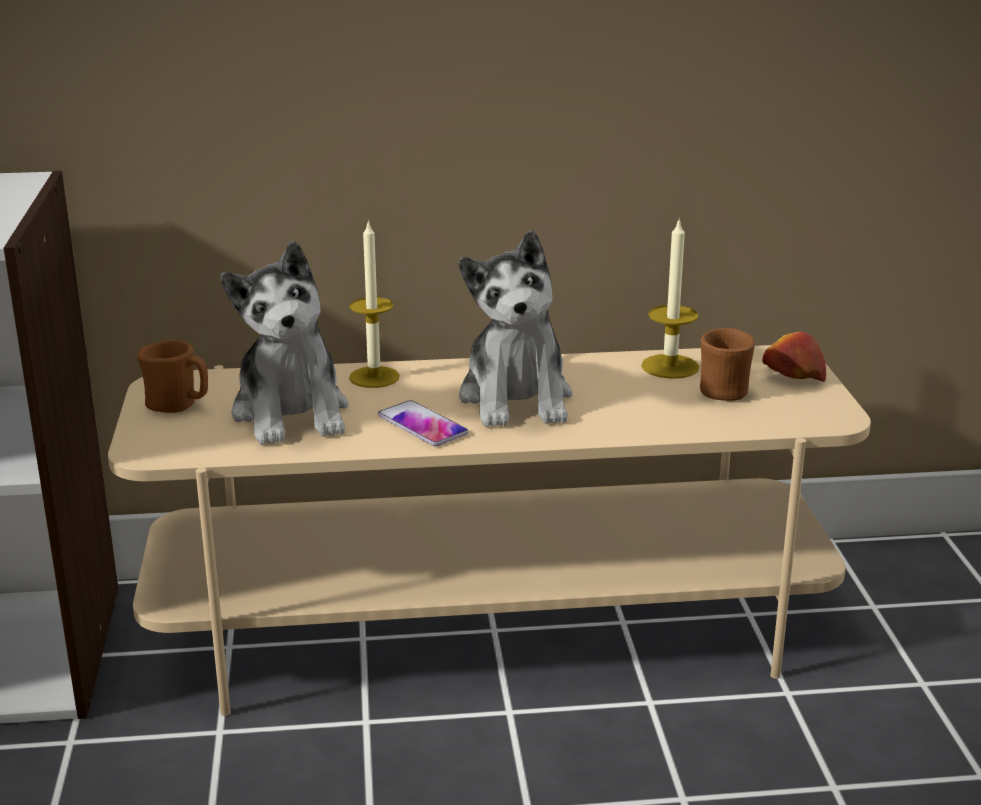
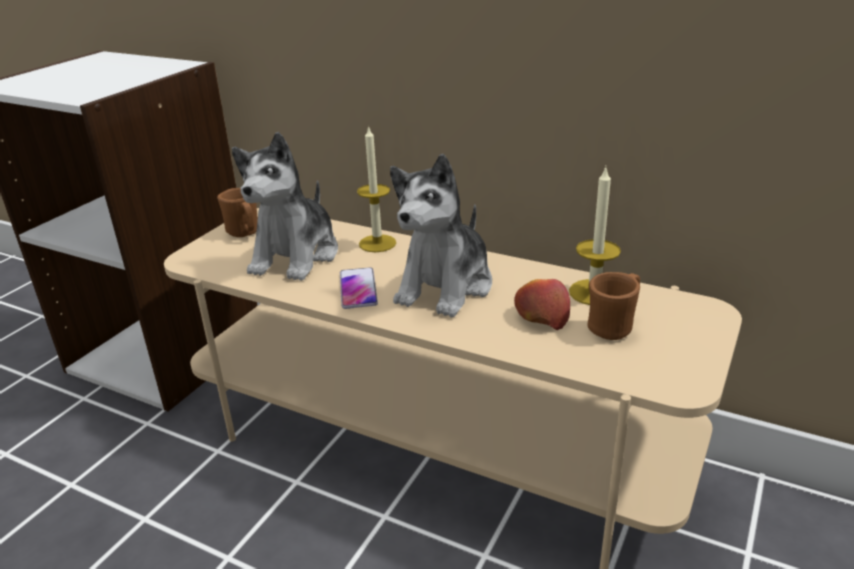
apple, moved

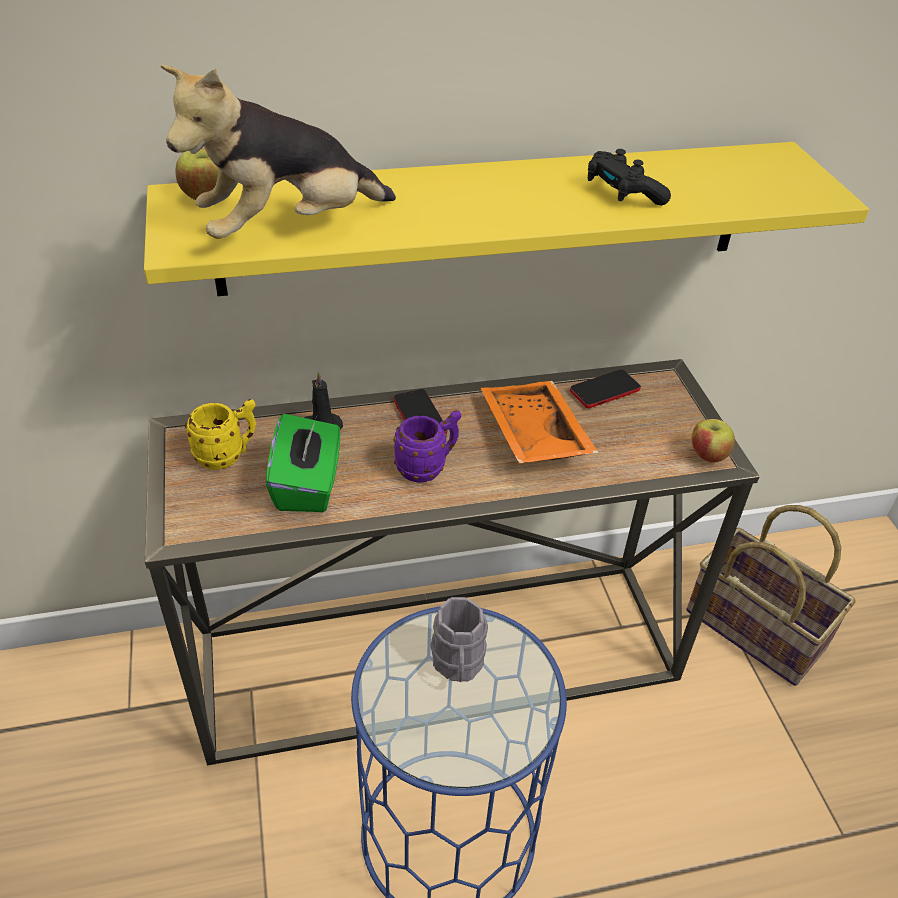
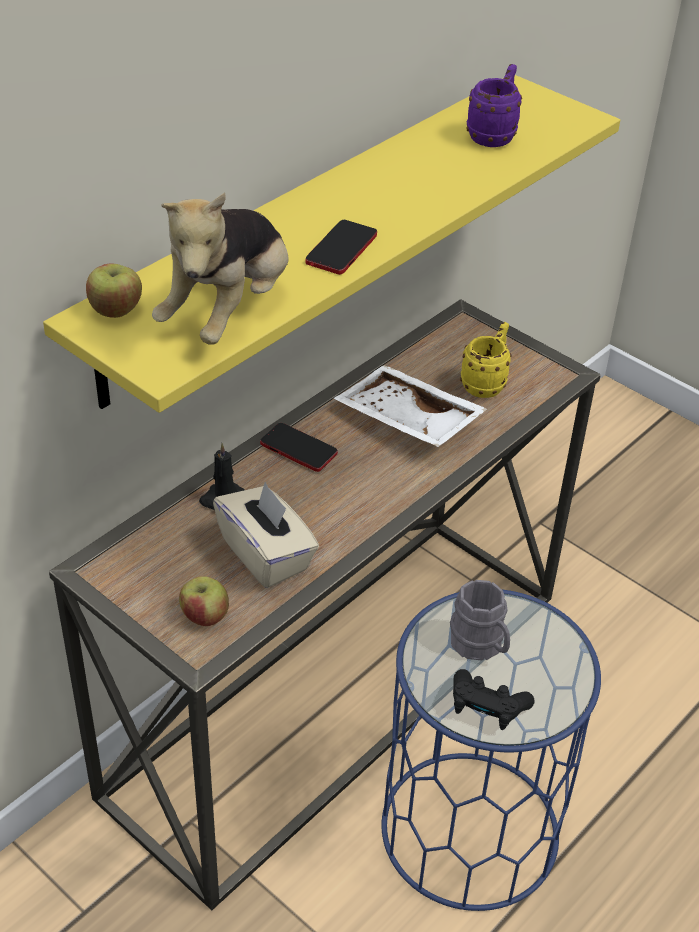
black game controller, moved
handset (2nd from left), moved
orangey tray → white-coloured tray
yellow tea mug, moved
purple-coloured tea mug, moved
green-coloured tissue box → beige-coloured tissue box
apple (2nd from left), moved
storage basket → -

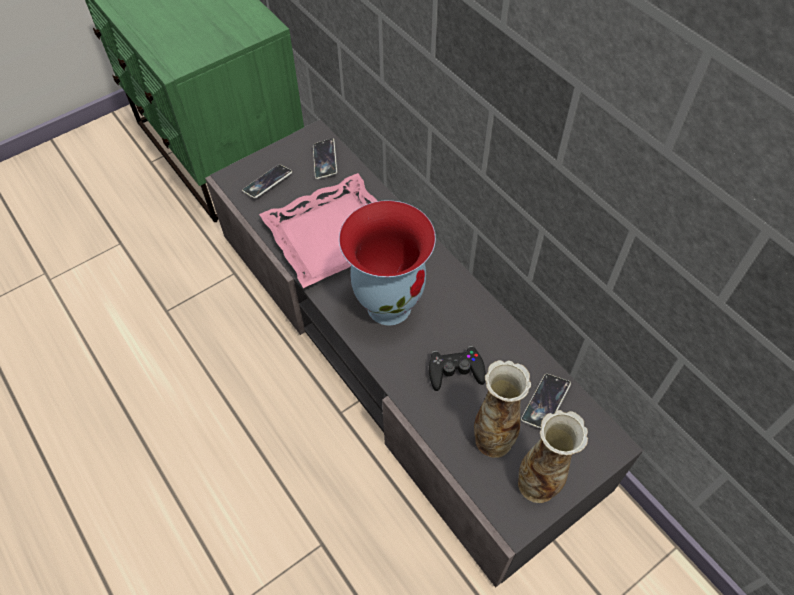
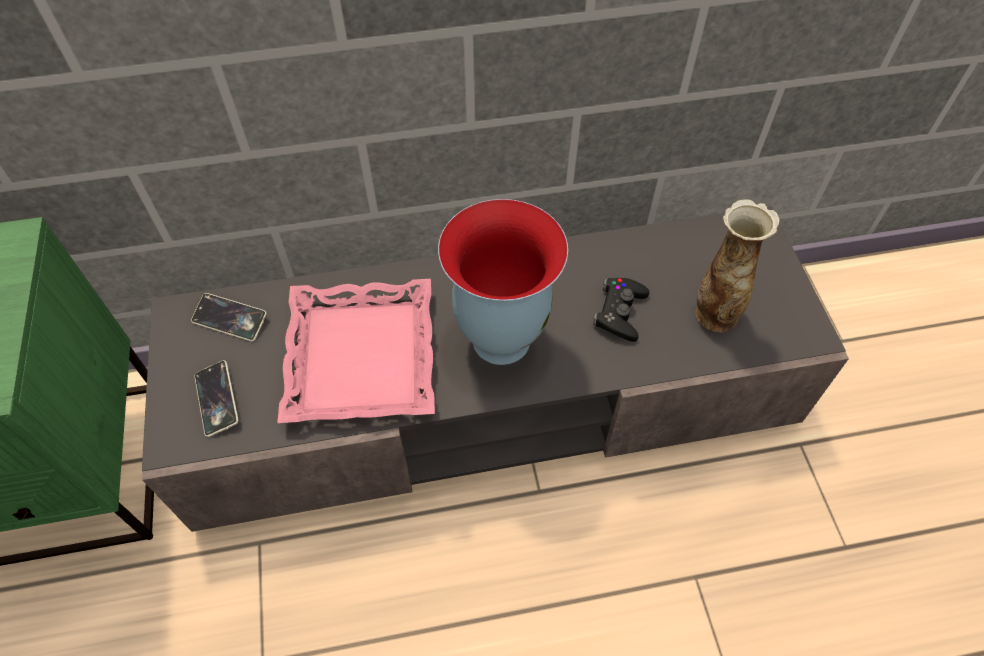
handset (3rd from left) → -
decorative vase (3rd from left) → -

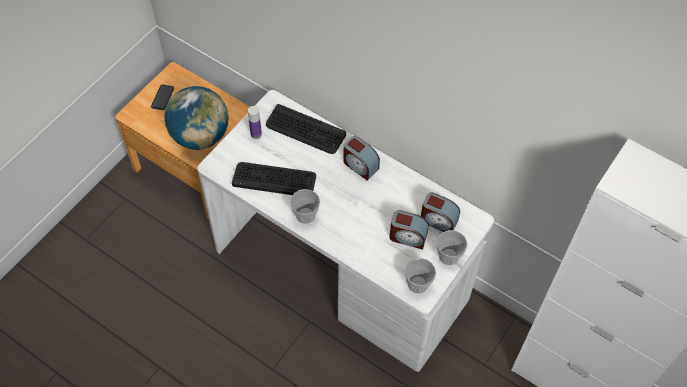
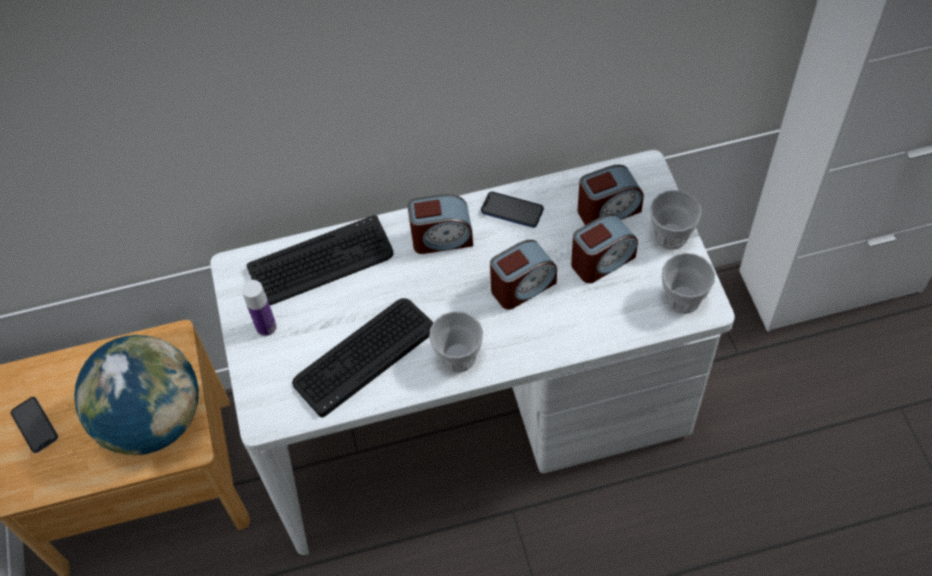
- → handset (2nd from left)
- → table clock (2nd from left)

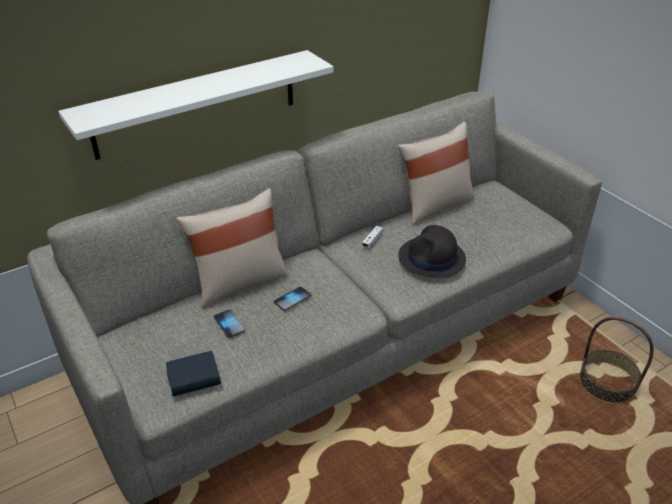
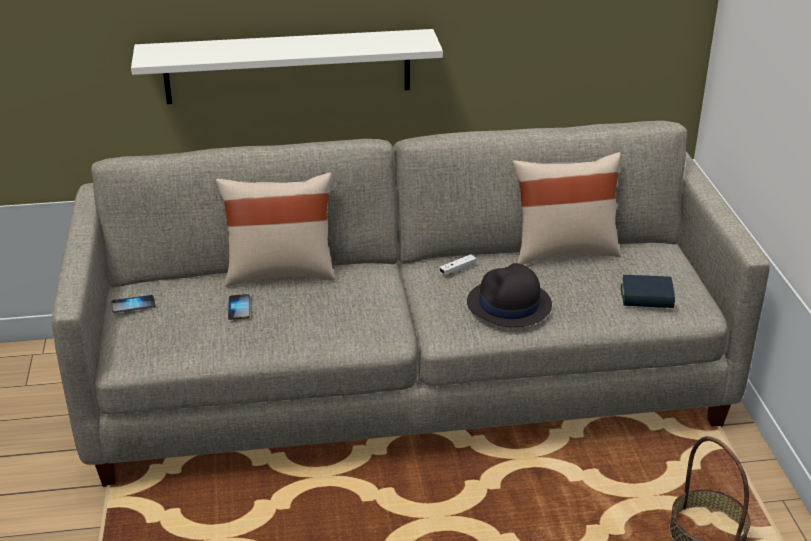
handset (2nd from left in the first image) → handset (1st from left), moved
bound book, moved

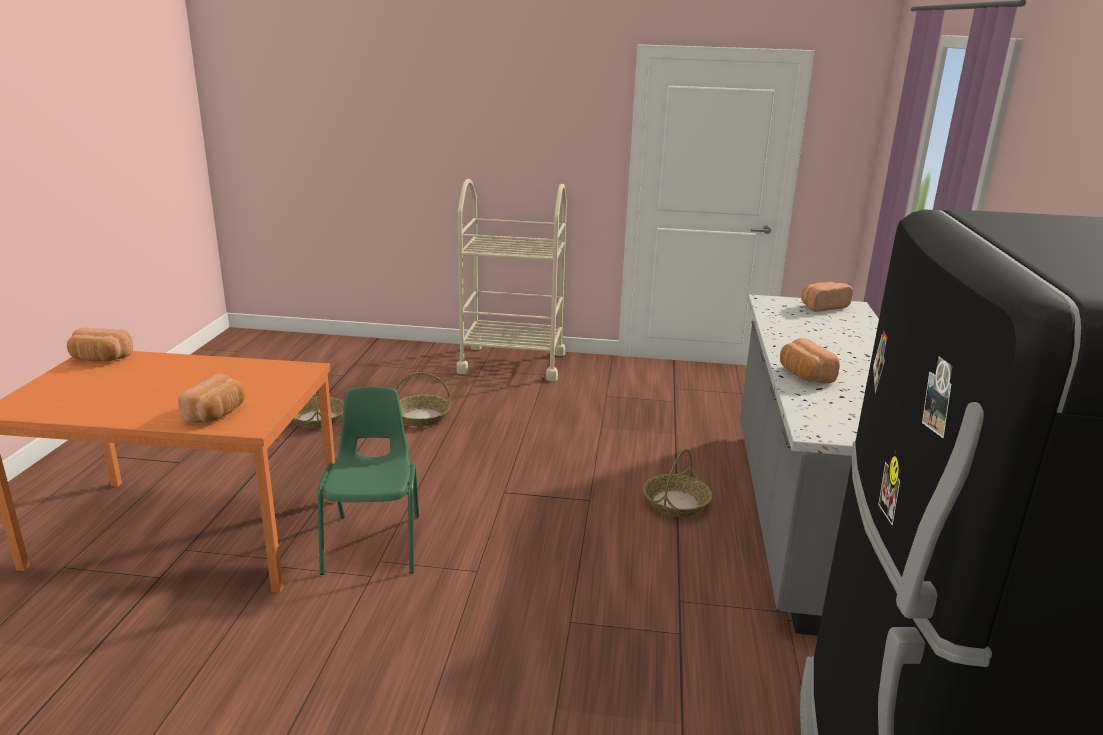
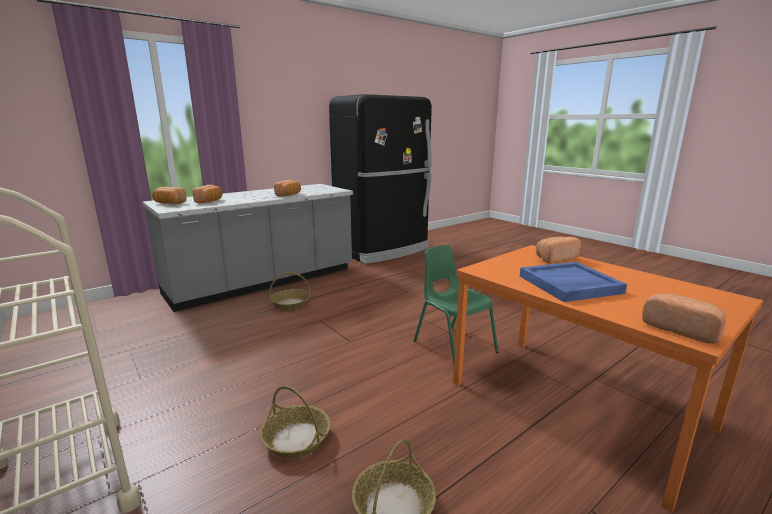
green-coloured upright chair, 105 degrees clockwise
- → bread (2nd from left)
- → bluish tray

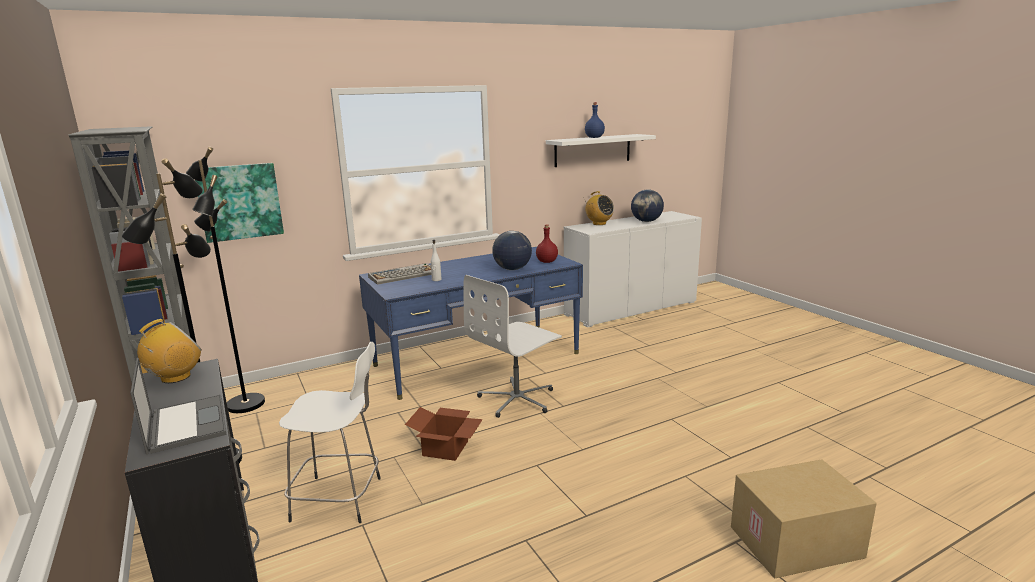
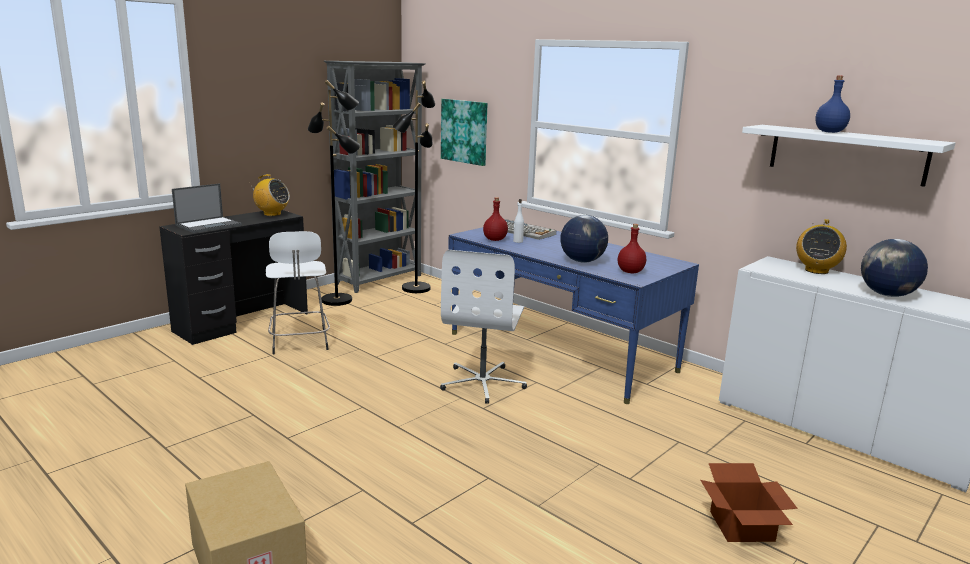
white-coloured desk chair, 105 degrees counterclockwise
packing box (1st from left in the first image) → packing box (2nd from left), moved
- → red-coloured bottle (1st from left)

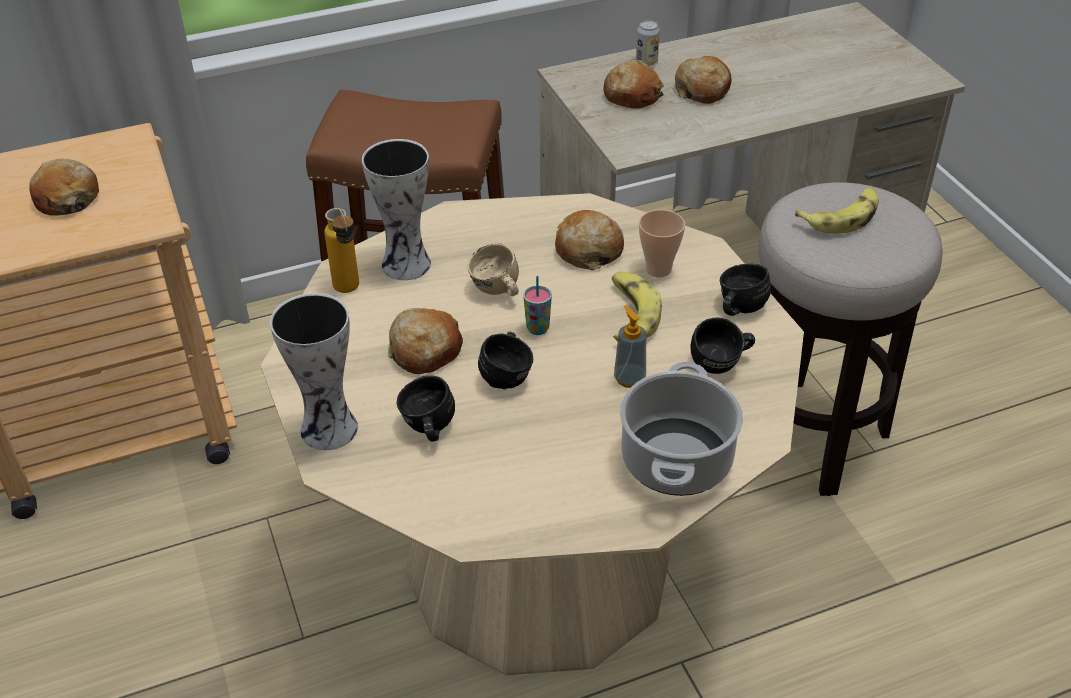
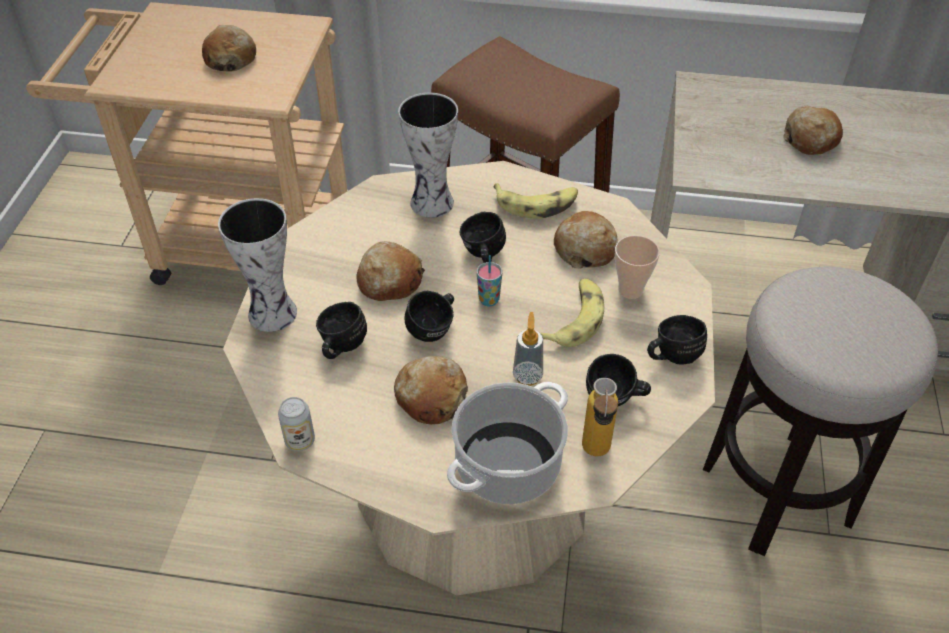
sealed can, moved
bread (4th from left in the first image) → bread (3rd from left), moved
whole banana (2nd from left in the first image) → whole banana (1st from left), moved
bottle, moved
beige-coloured tea mug → black tea mug (3rd from left)

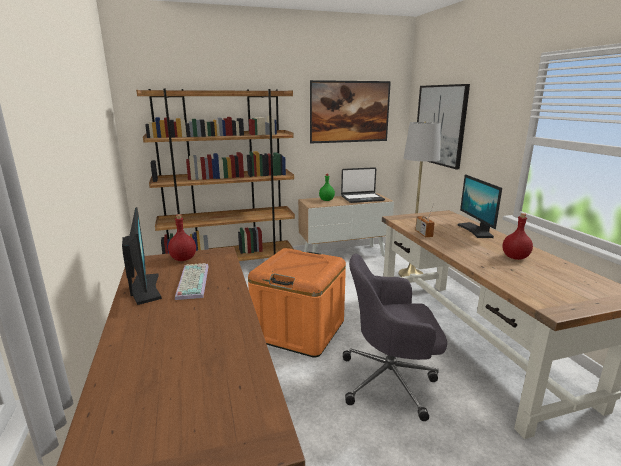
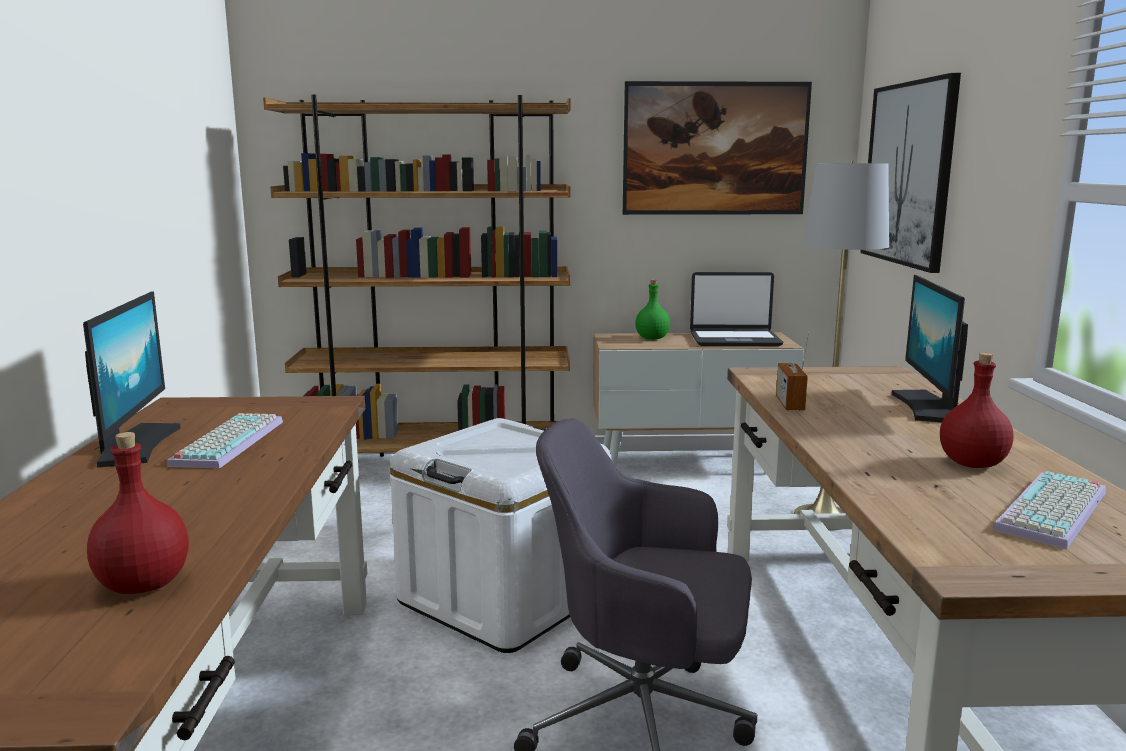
red-coloured bottle (1st from left), moved
orangey storage box → white-coloured storage box
- → keyboard (2nd from left)

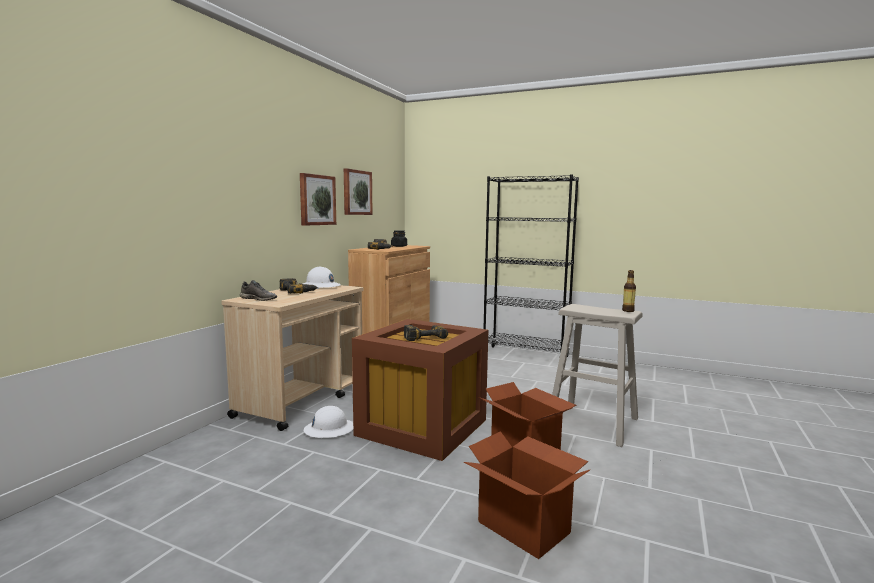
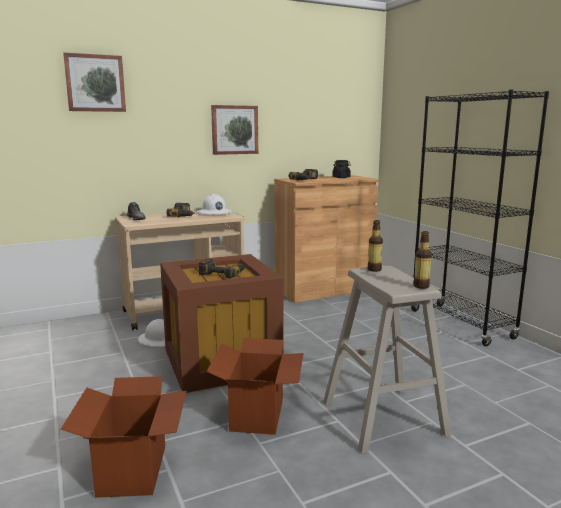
picture (2nd from left in the first image) → picture (1st from left), moved
- → bottle (1st from left)

